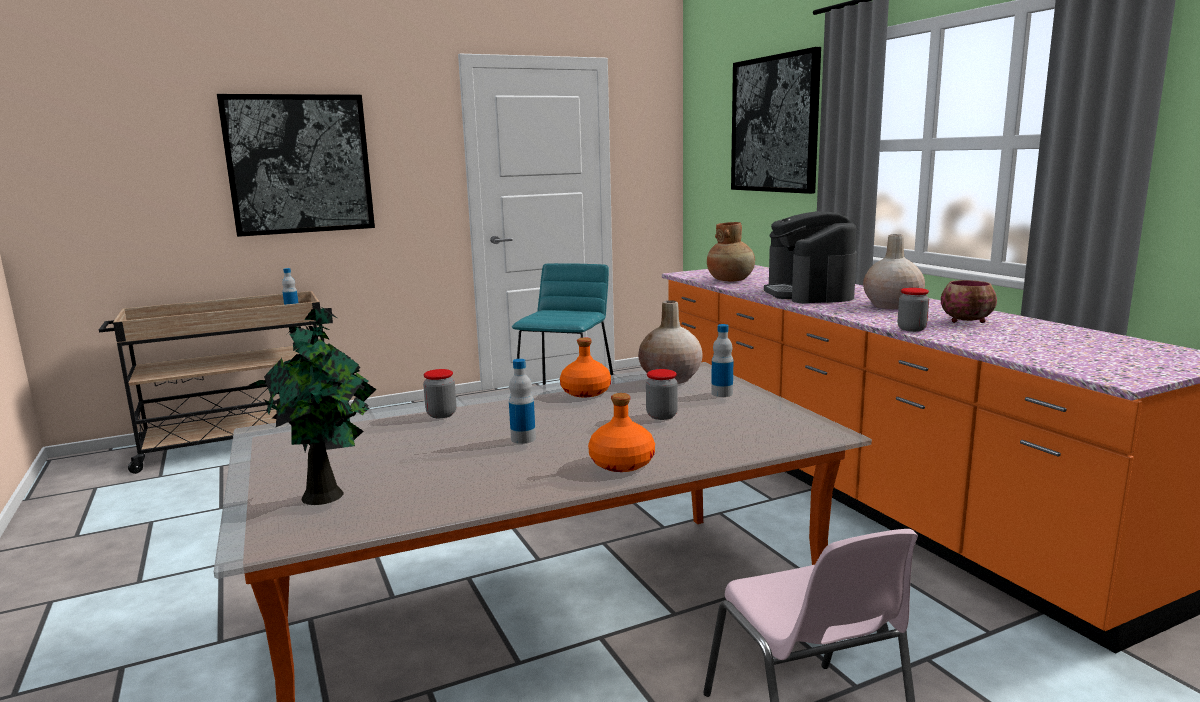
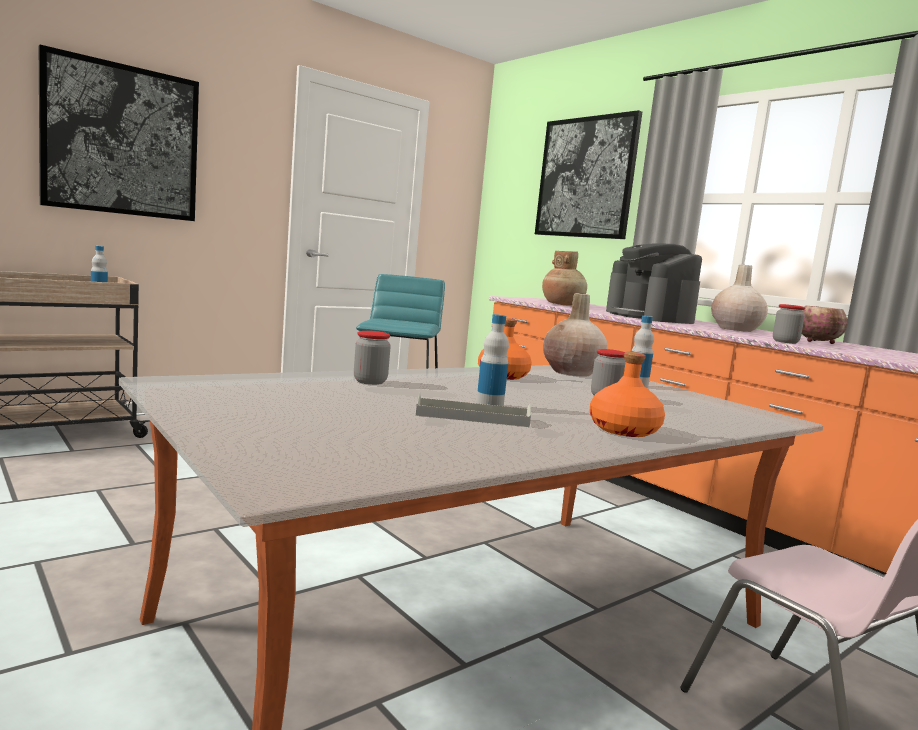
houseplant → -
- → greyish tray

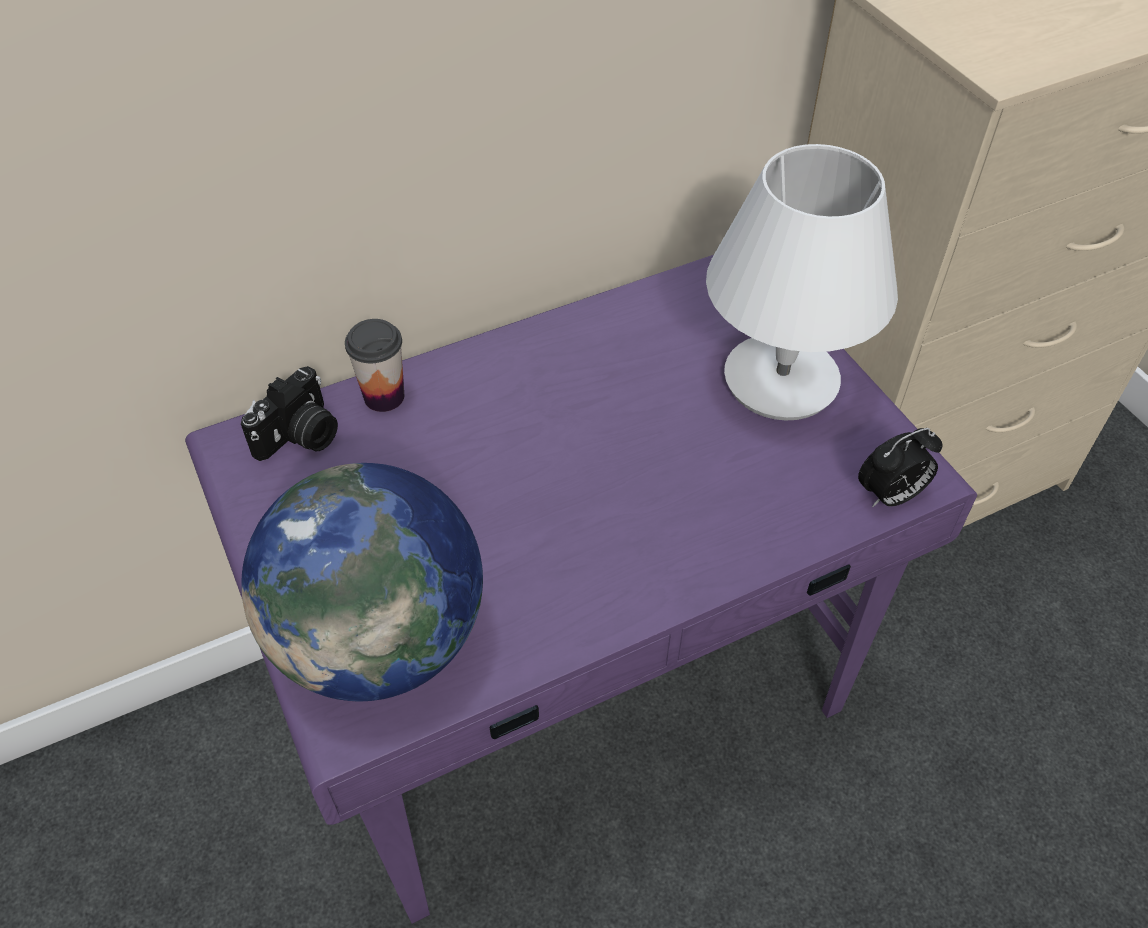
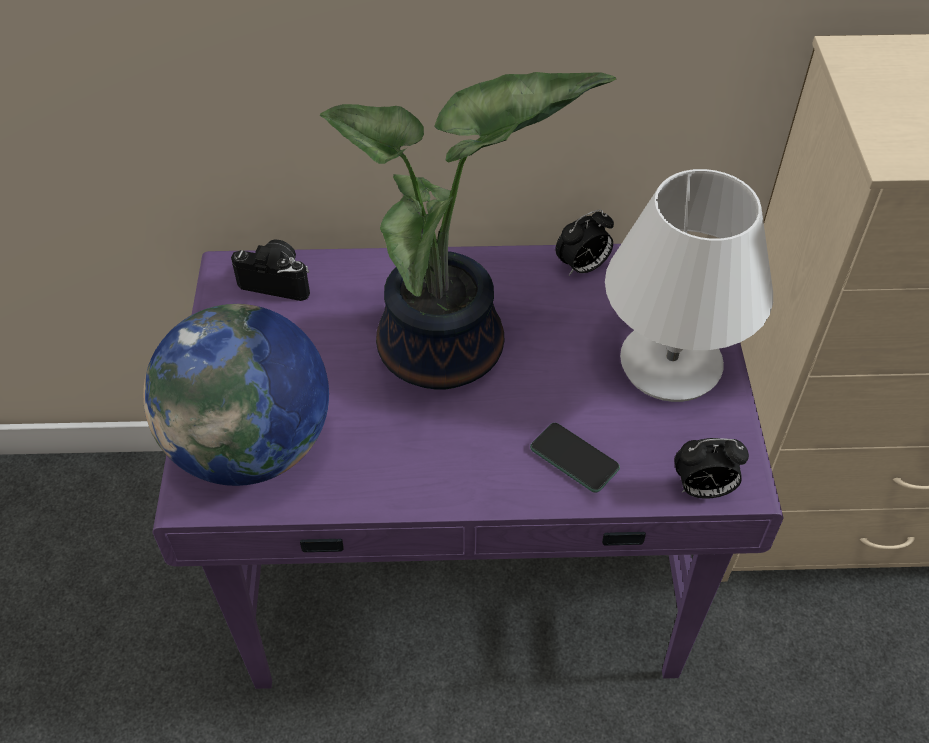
small cup → -
photo camera, 135 degrees counterclockwise
- → houseplant
- → table clock (1st from left)
- → handset

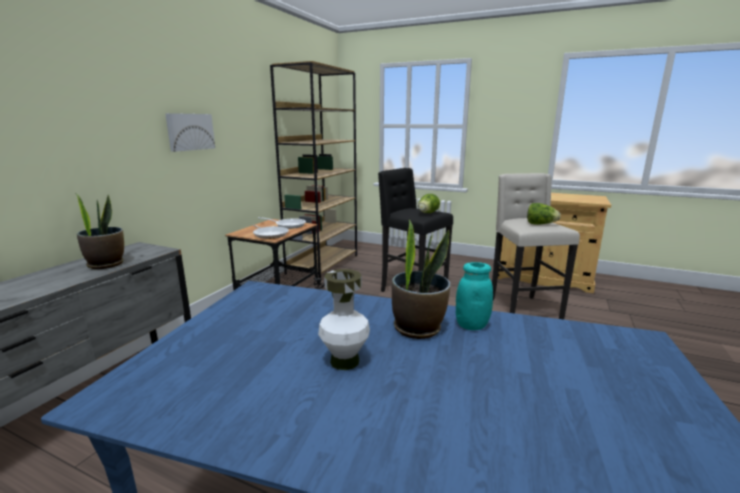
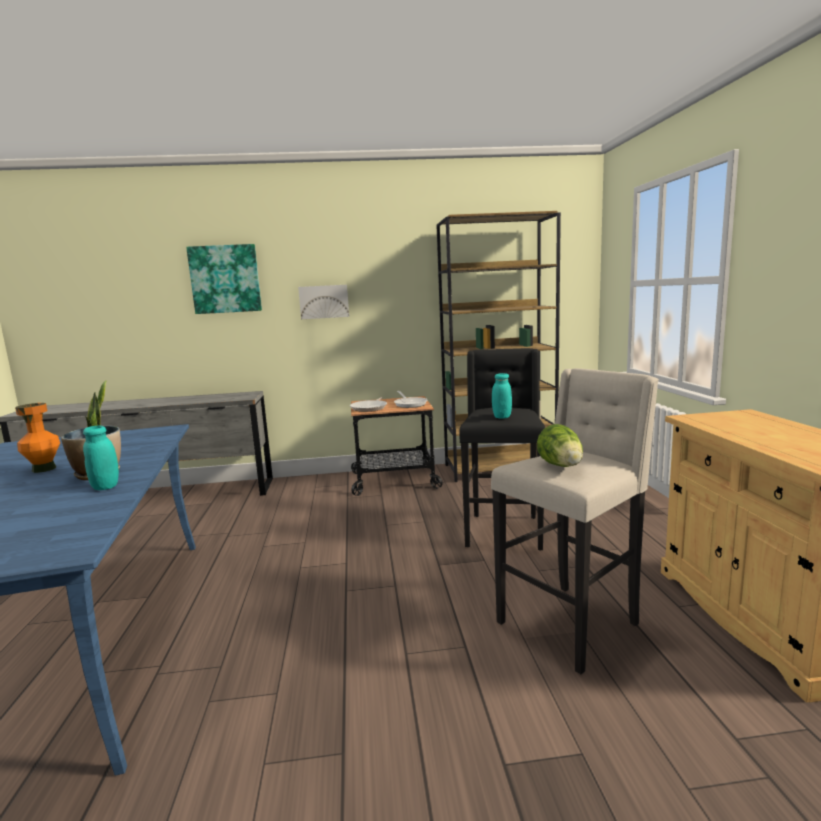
houseplant (1st from left) → -
lettuce (1st from left) → turquoise preserve jar (2nd from left)
white-coloured decorative vase → orangey decorative vase
- → picture (1st from left)

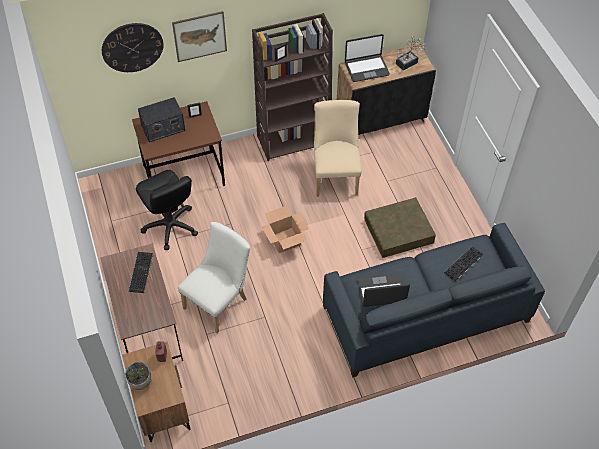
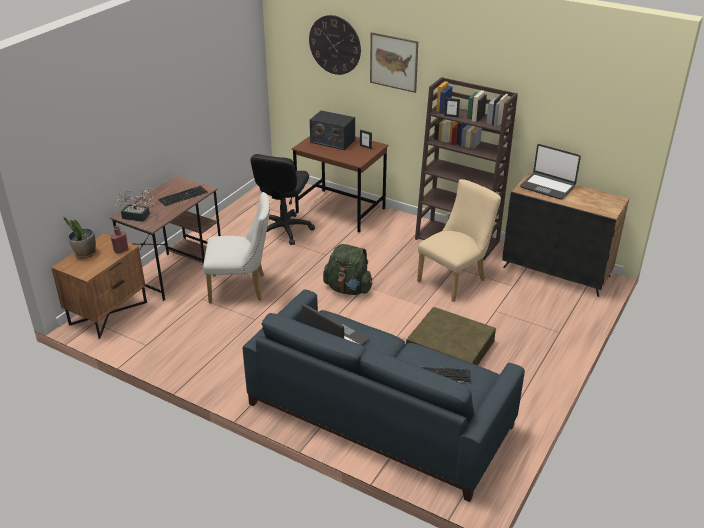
houseplant (2nd from left), moved
packing box → green-coloured rucksack

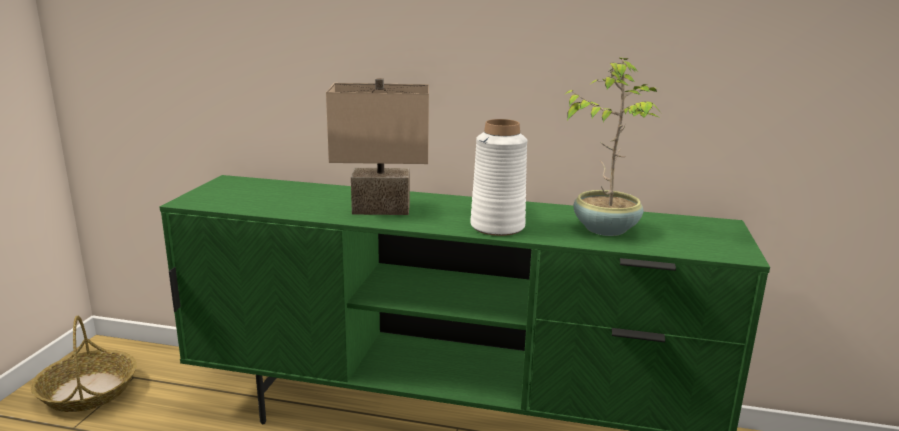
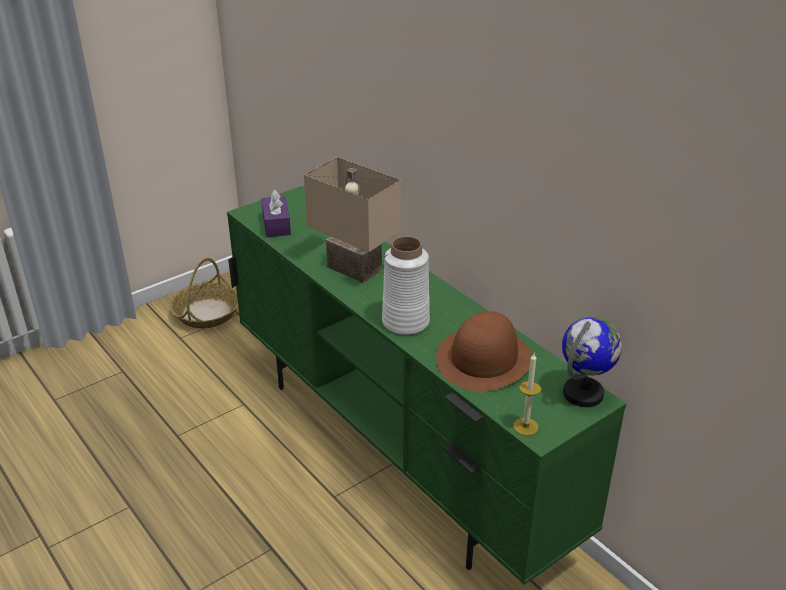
houseplant → brown-coloured hat
- → purple-coloured tissue box
- → desk globe
- → candle

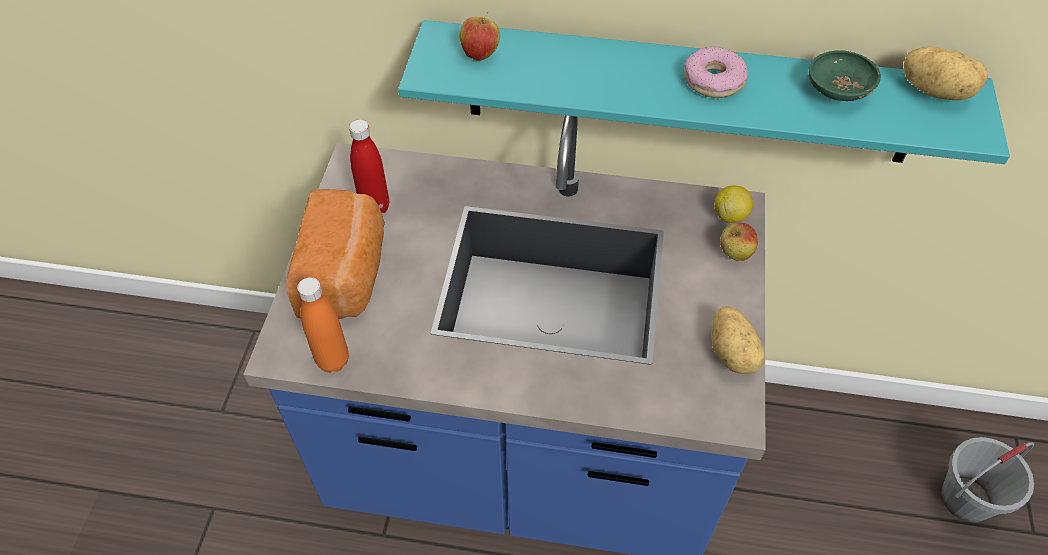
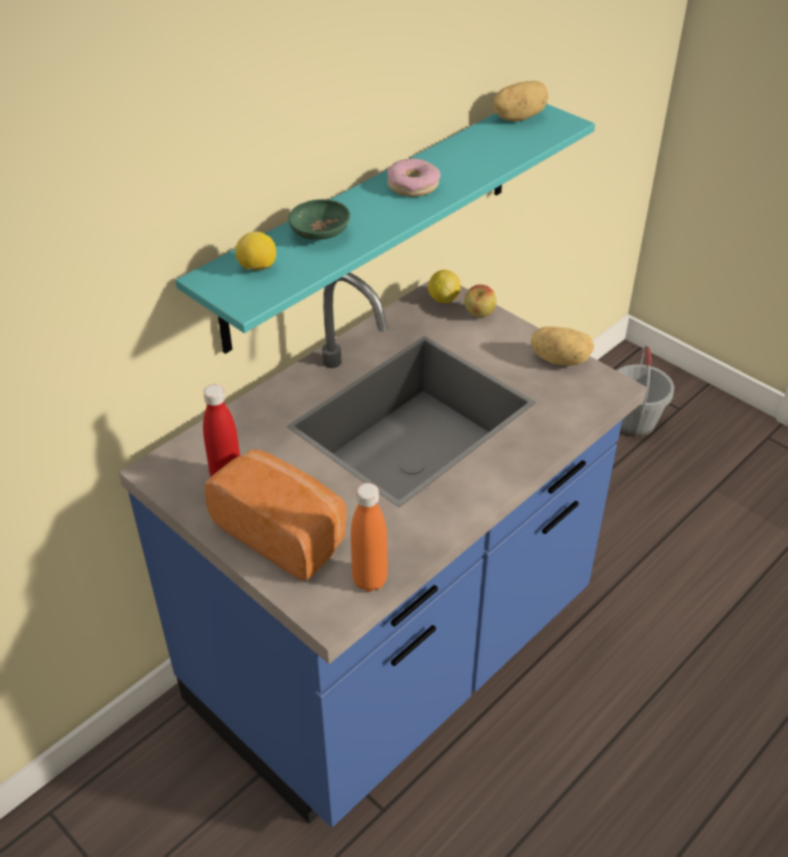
apple (1st from left) → citrus fruit (1st from left)
green-coloured deep dish, moved

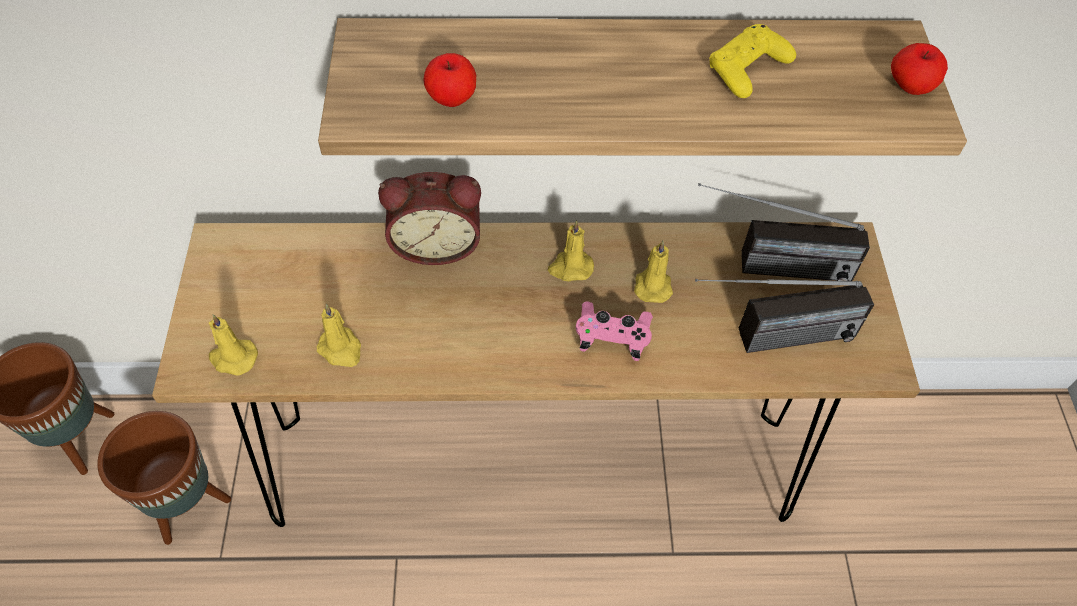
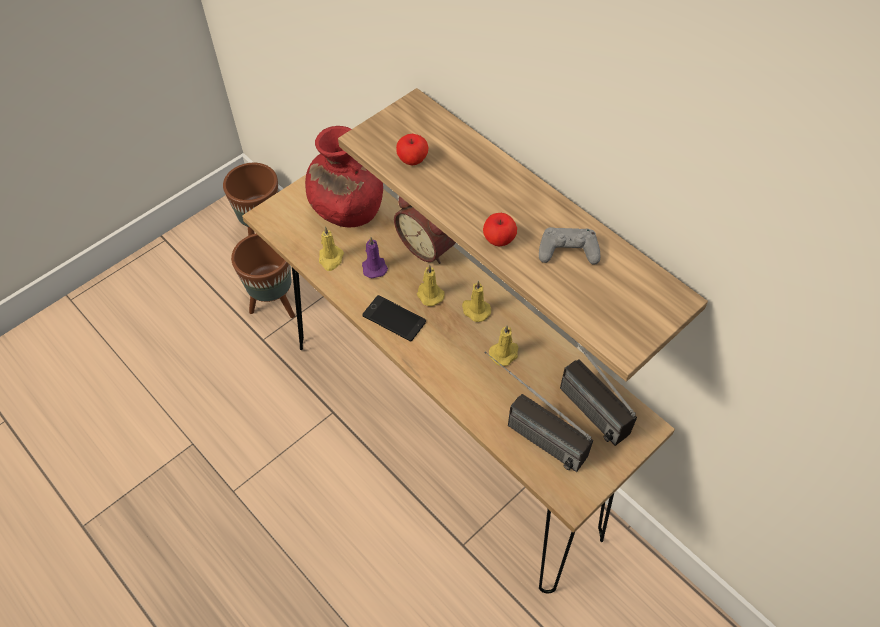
yellow game controller → greyish game controller
apple (2nd from left), moved
pink-coloured game controller → -
yellow candle (1st from left in the first image) → yellow candle (2nd from left), moved
- → red-coloured decorative vase
- → purple-coloured candle
- → handset

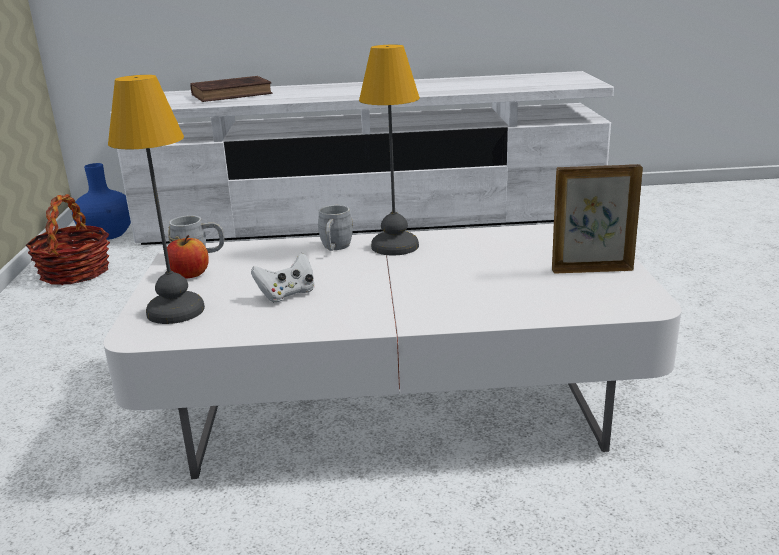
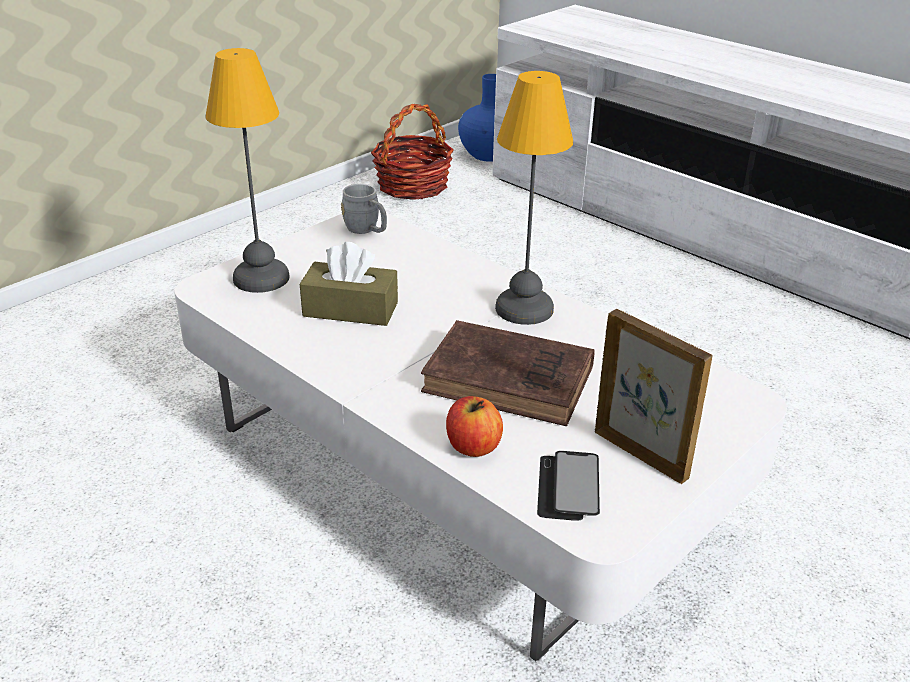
brown-coloured bound book, moved
greyish tea mug (2nd from left) → -
apple, moved
white-coloured game controller → brown-coloured tissue box
- → handset

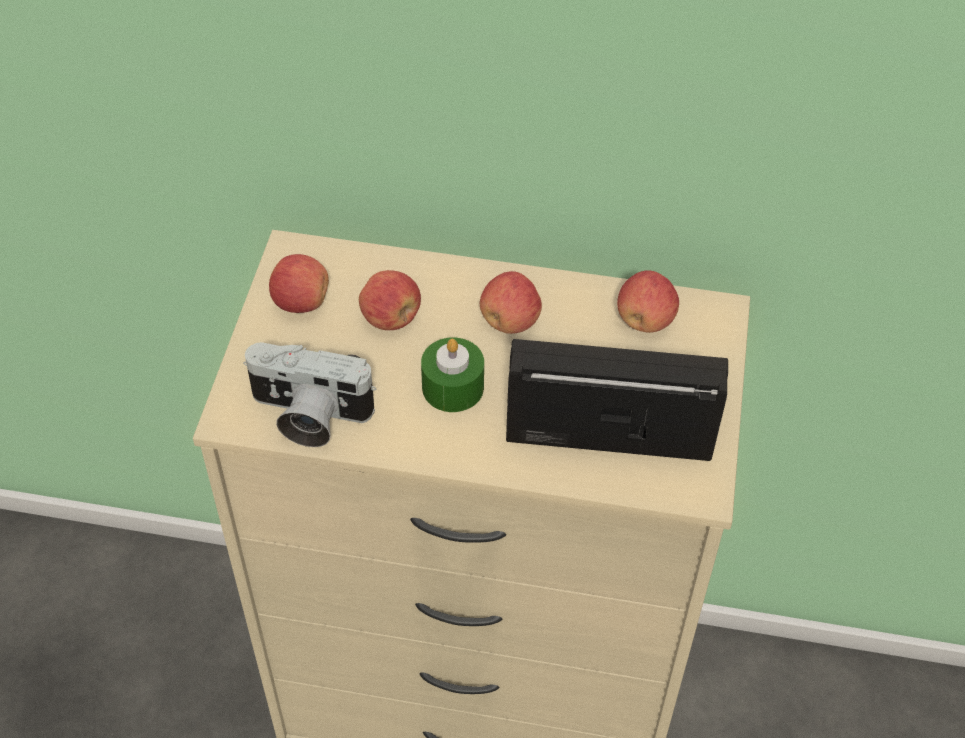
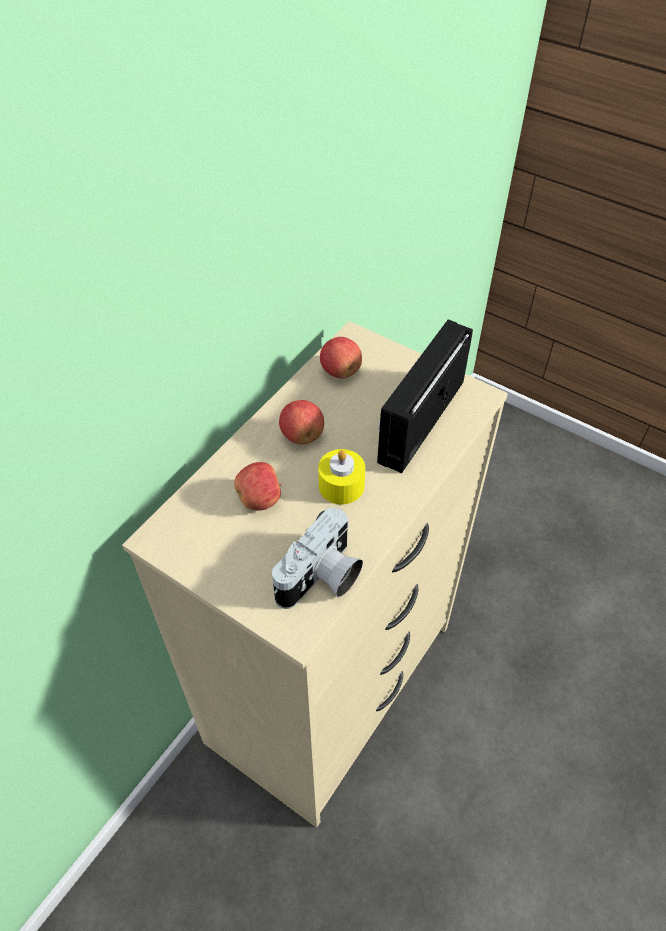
apple (1st from left) → -
green-coloured candle → yellow candle

